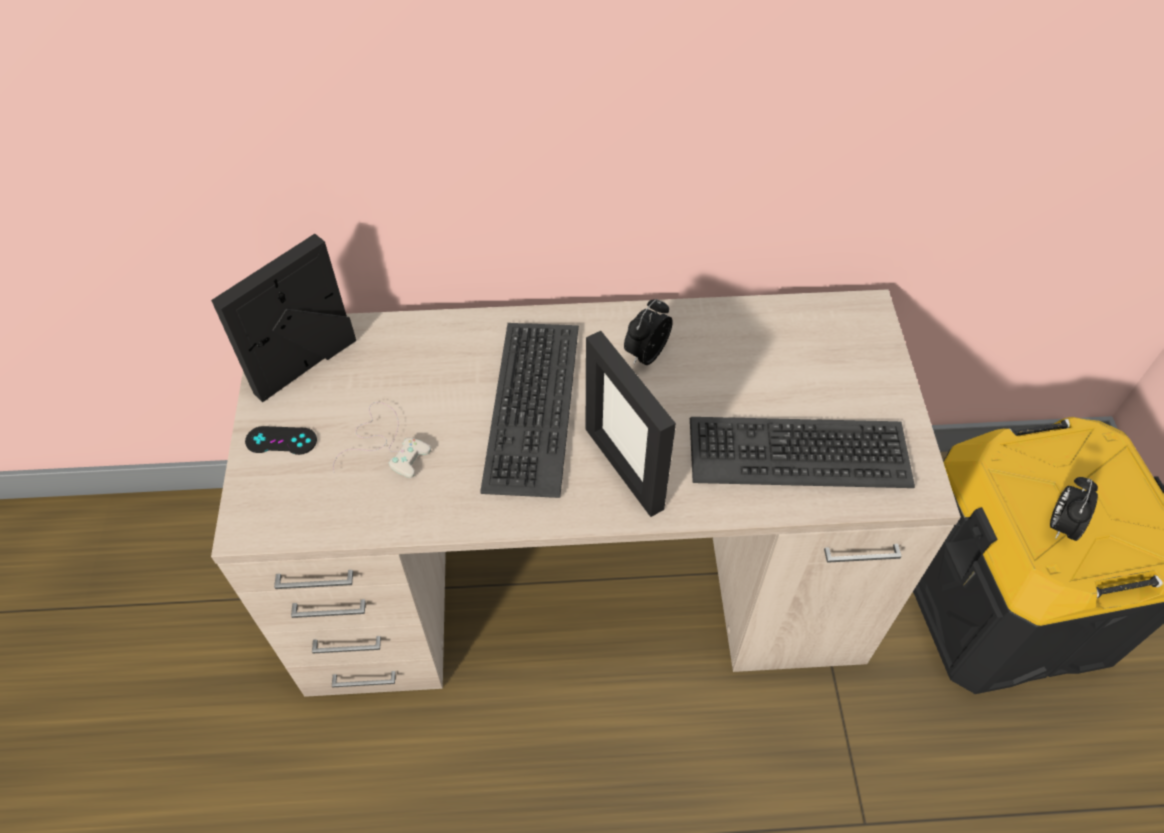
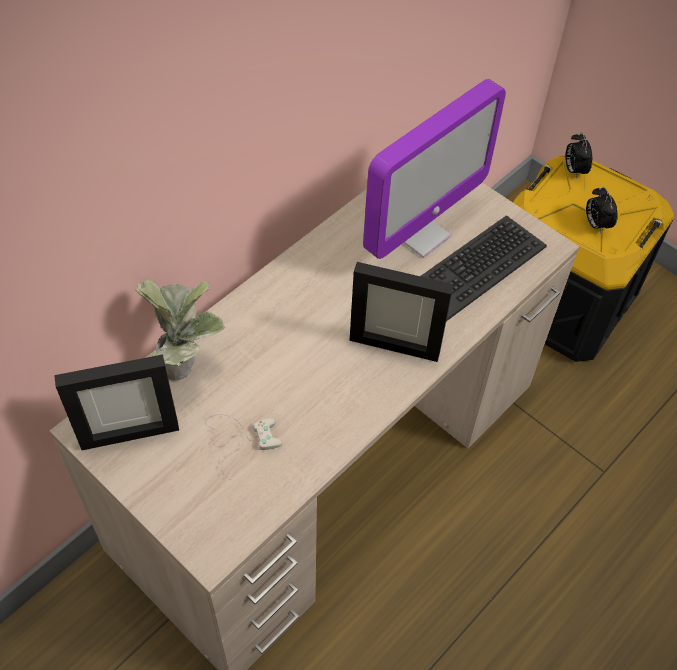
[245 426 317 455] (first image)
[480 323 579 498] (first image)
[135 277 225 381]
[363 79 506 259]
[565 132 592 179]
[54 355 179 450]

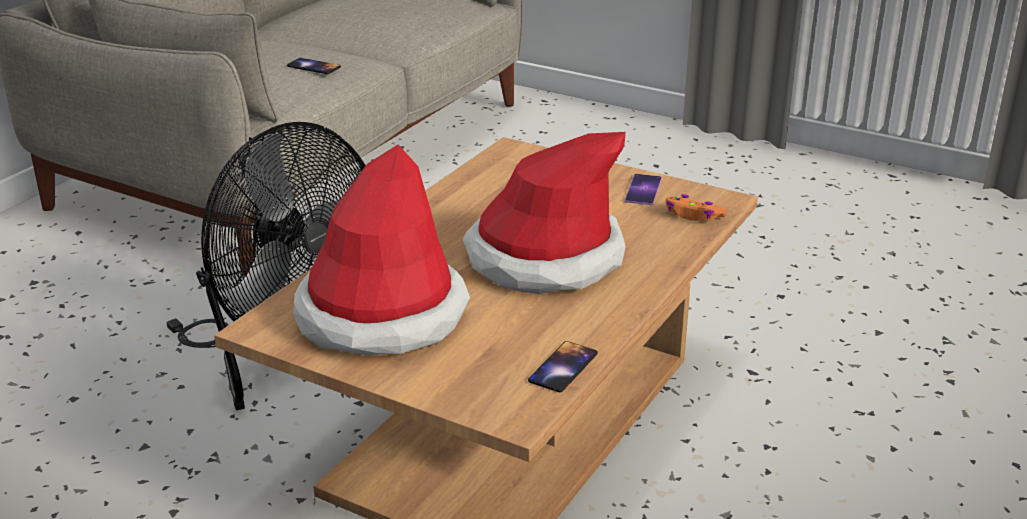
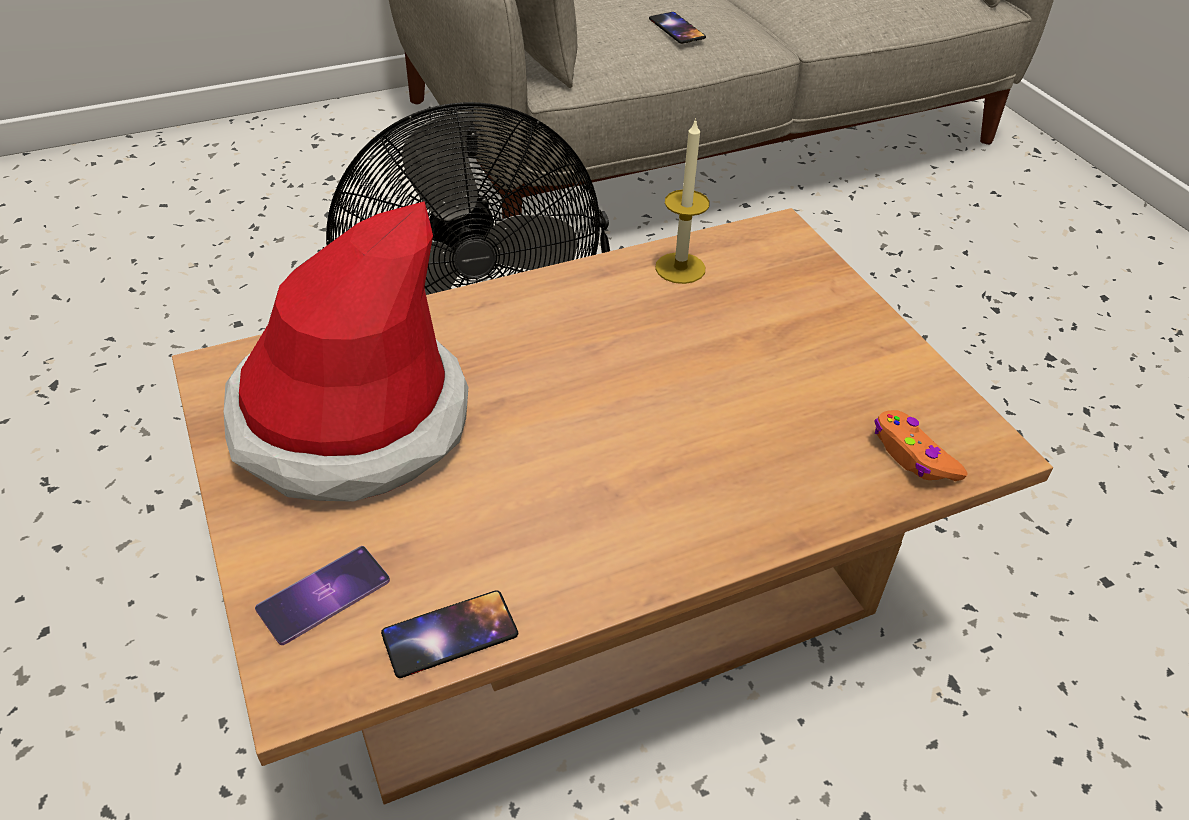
[463 132 626 294] (first image)
[655 118 710 284]
[255 546 390 645]

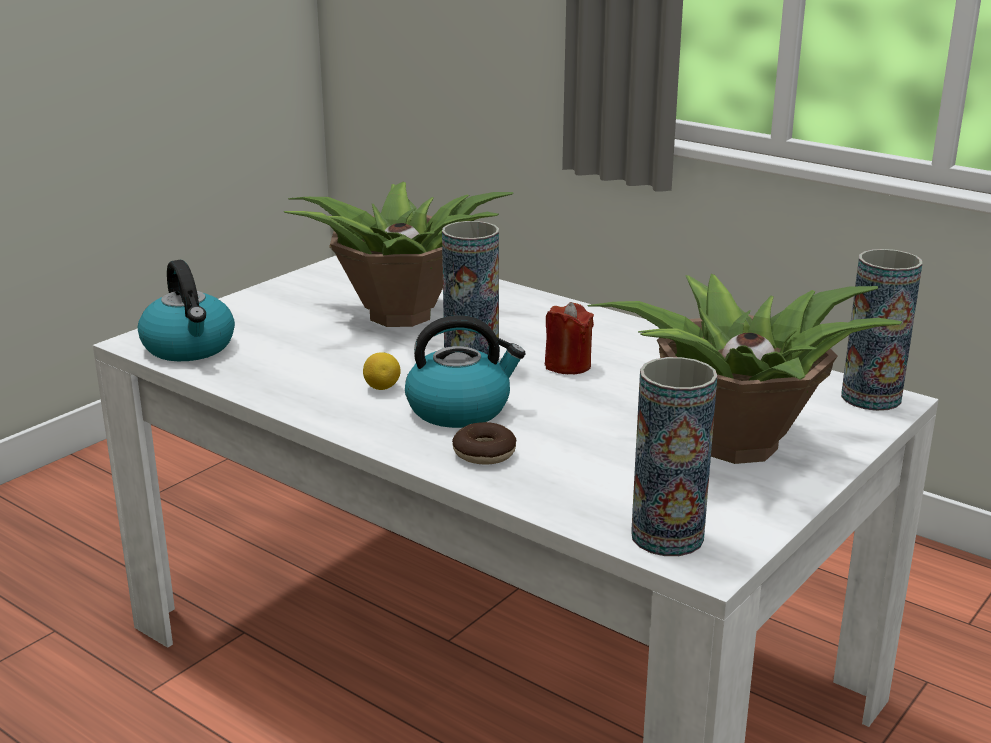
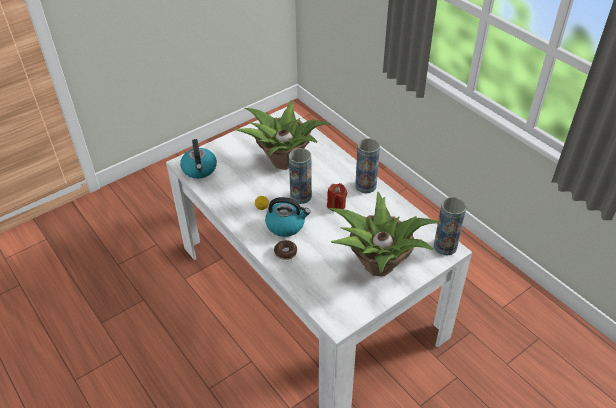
[355 138 380 193]

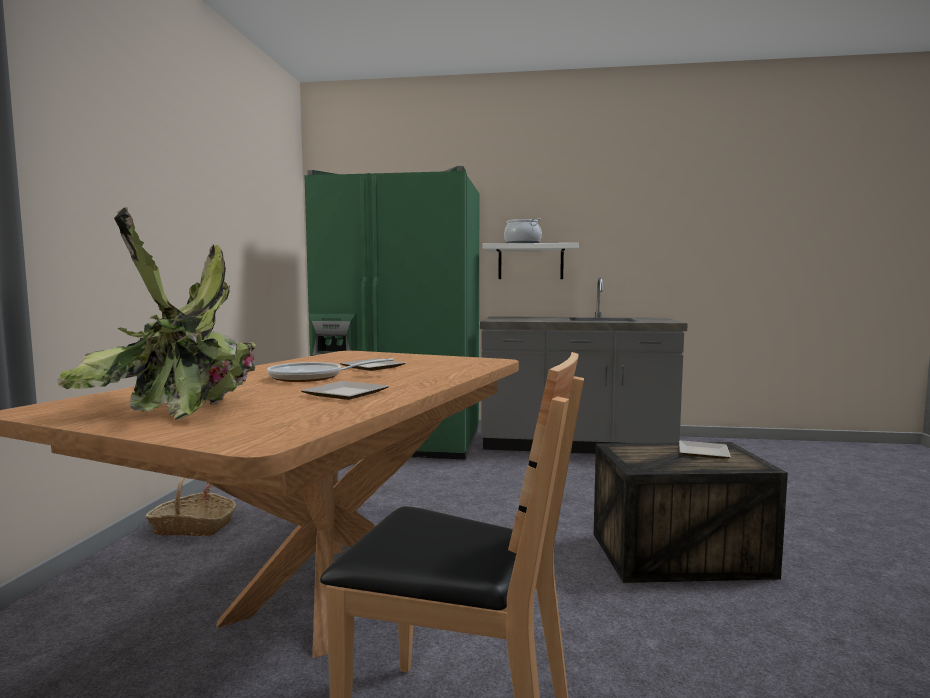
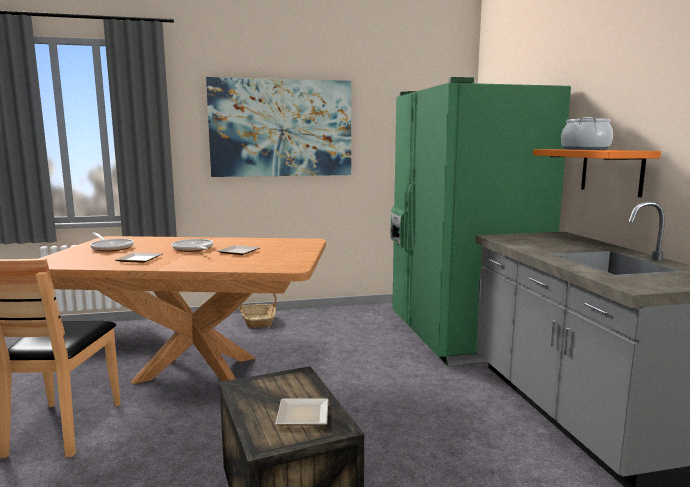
[206 77 351 177]
[90 232 134 252]
[533 149 661 197]

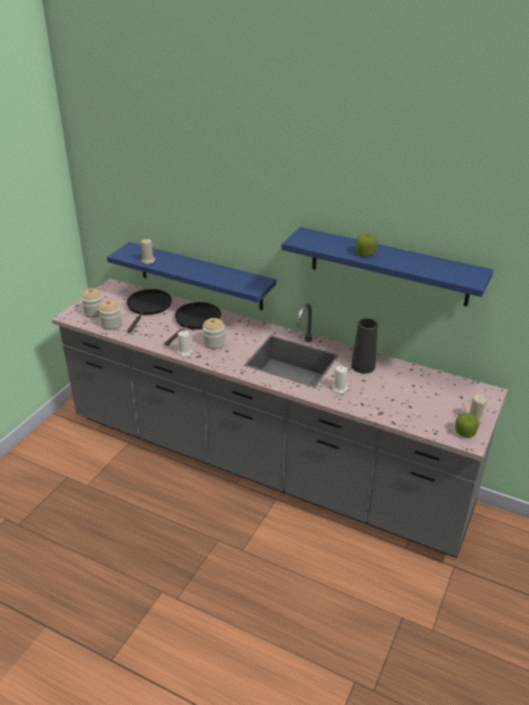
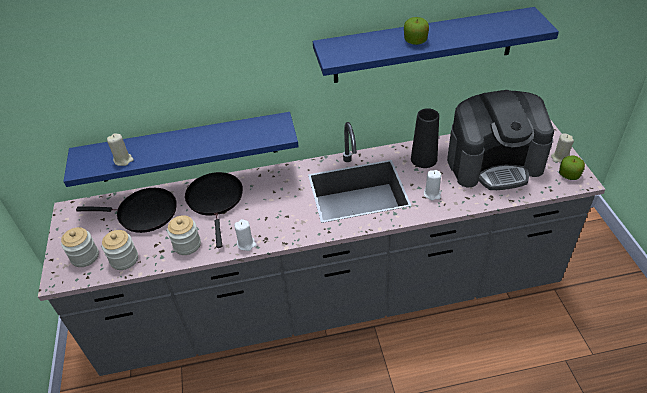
[447 90 554 190]
[167 215 201 255]
[76 188 177 233]

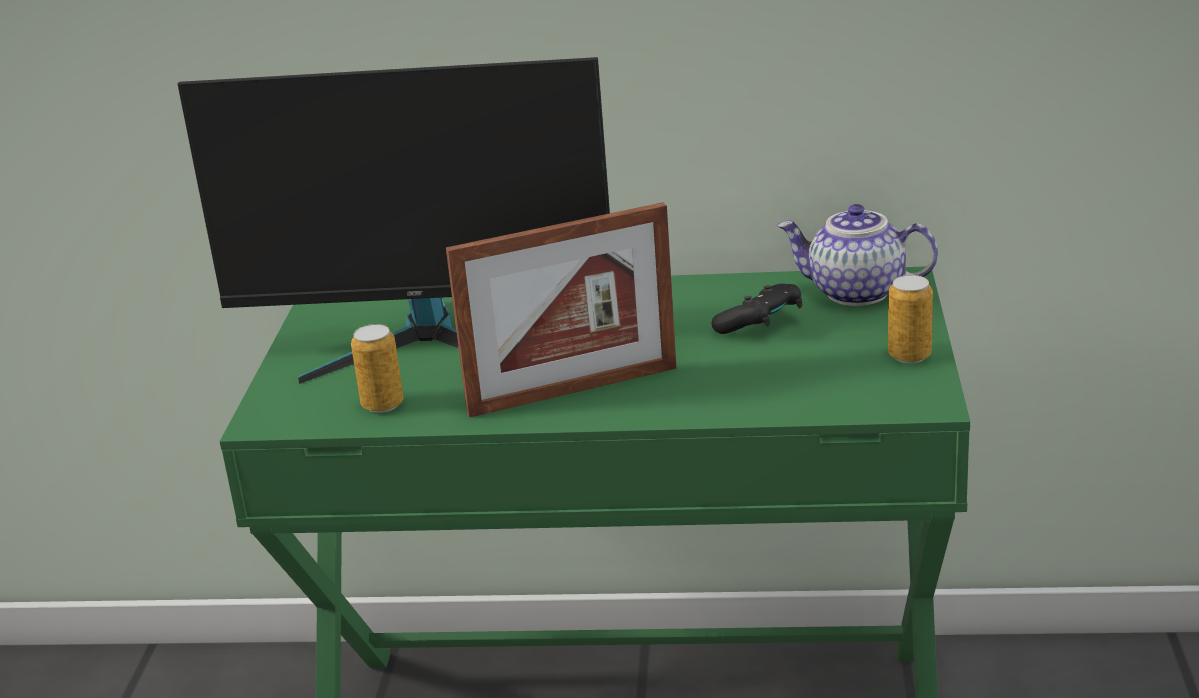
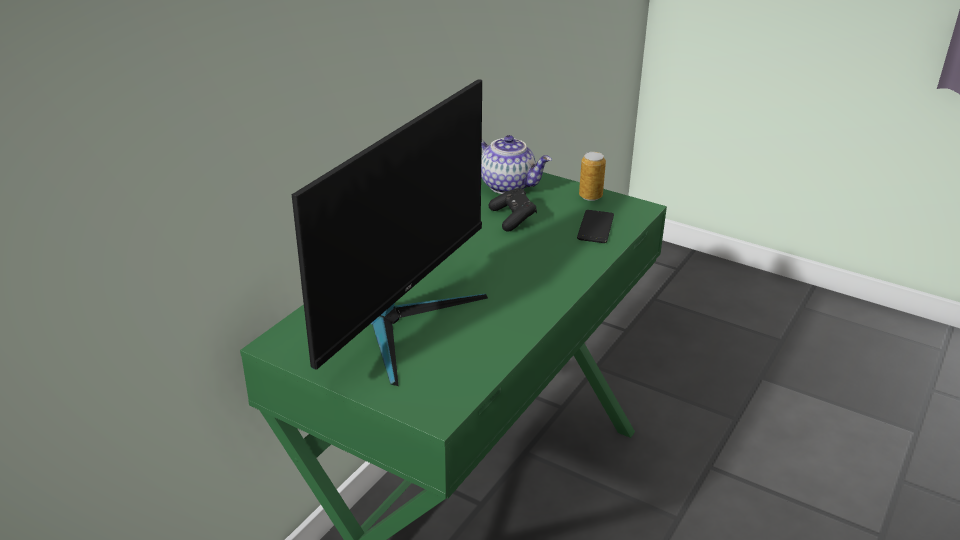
[351 324 404 413] (first image)
[446 202 676 417] (first image)
[577 210 614 243]
[481 135 552 194]

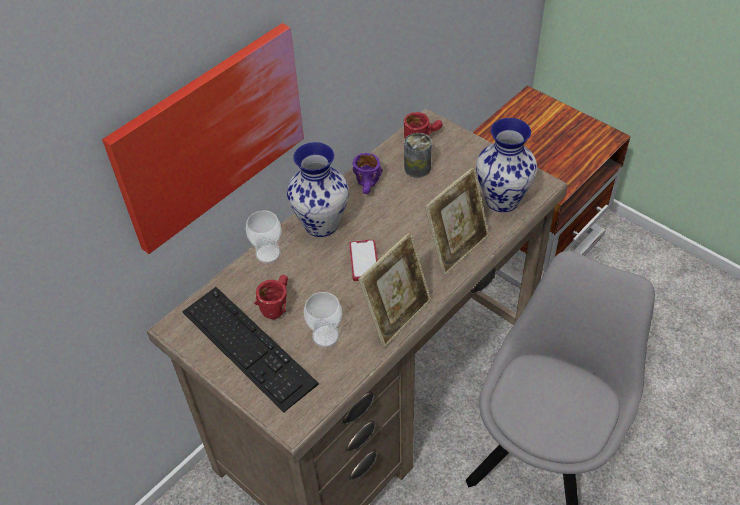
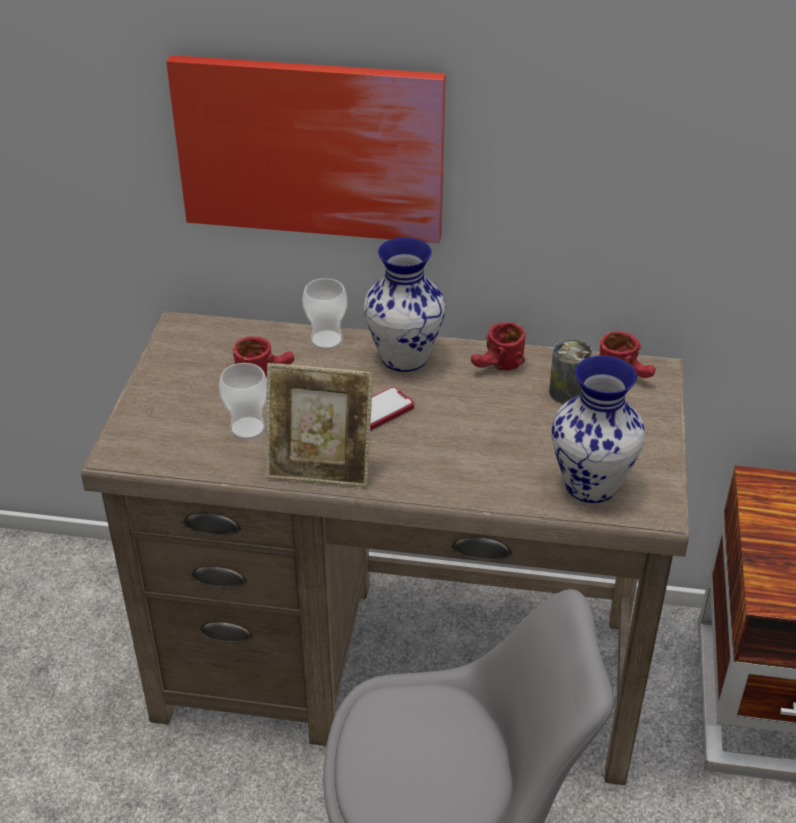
[182 287 319 413] (first image)
[425 167 489 276] (first image)
[471 322 526 371]

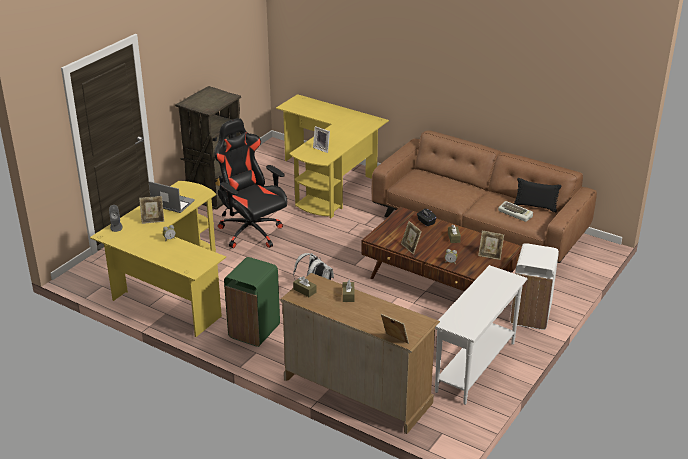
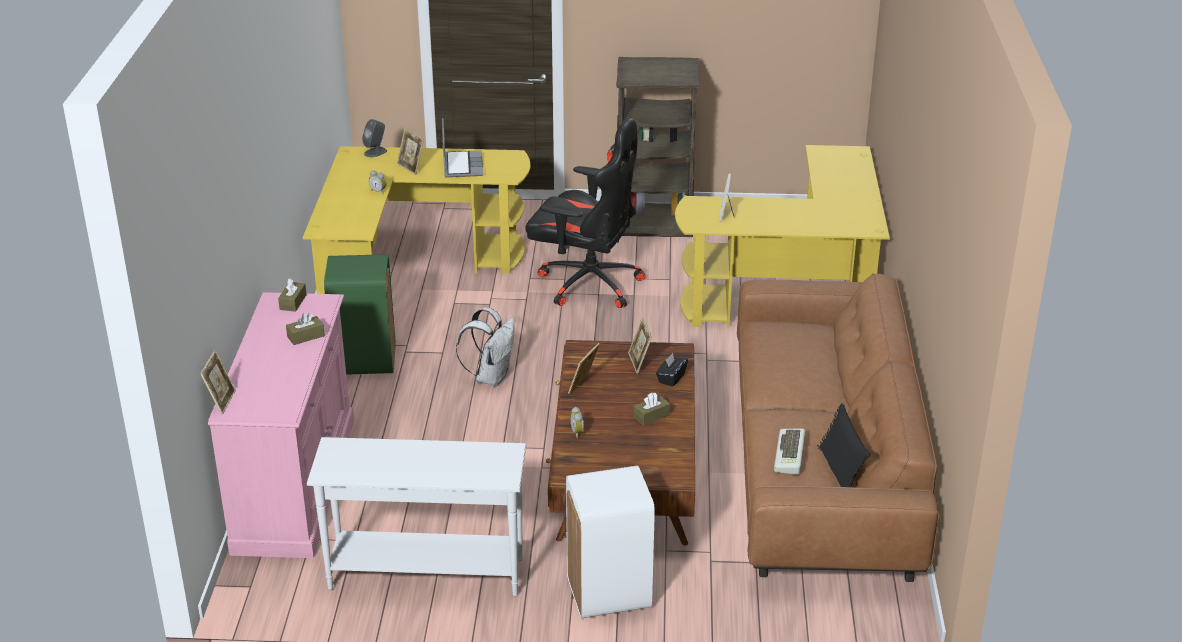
[628 317 652 374]
[208 292 354 558]
[525 117 646 308]

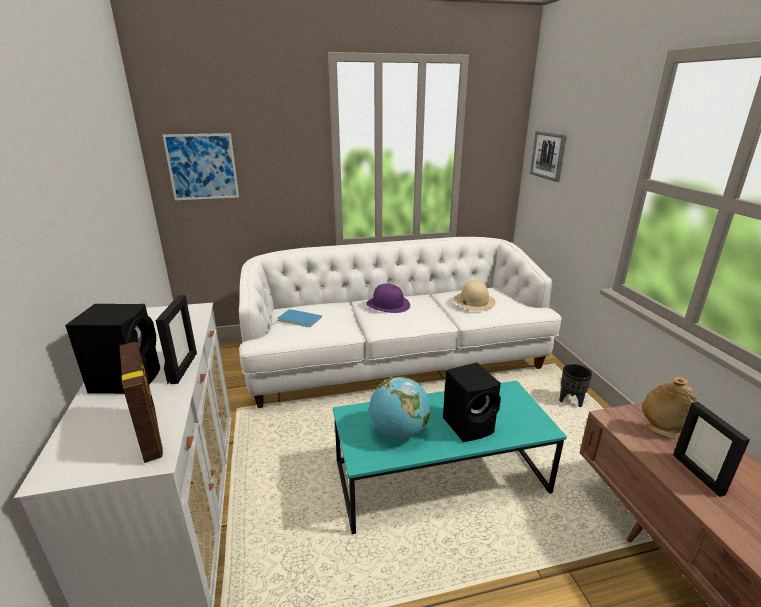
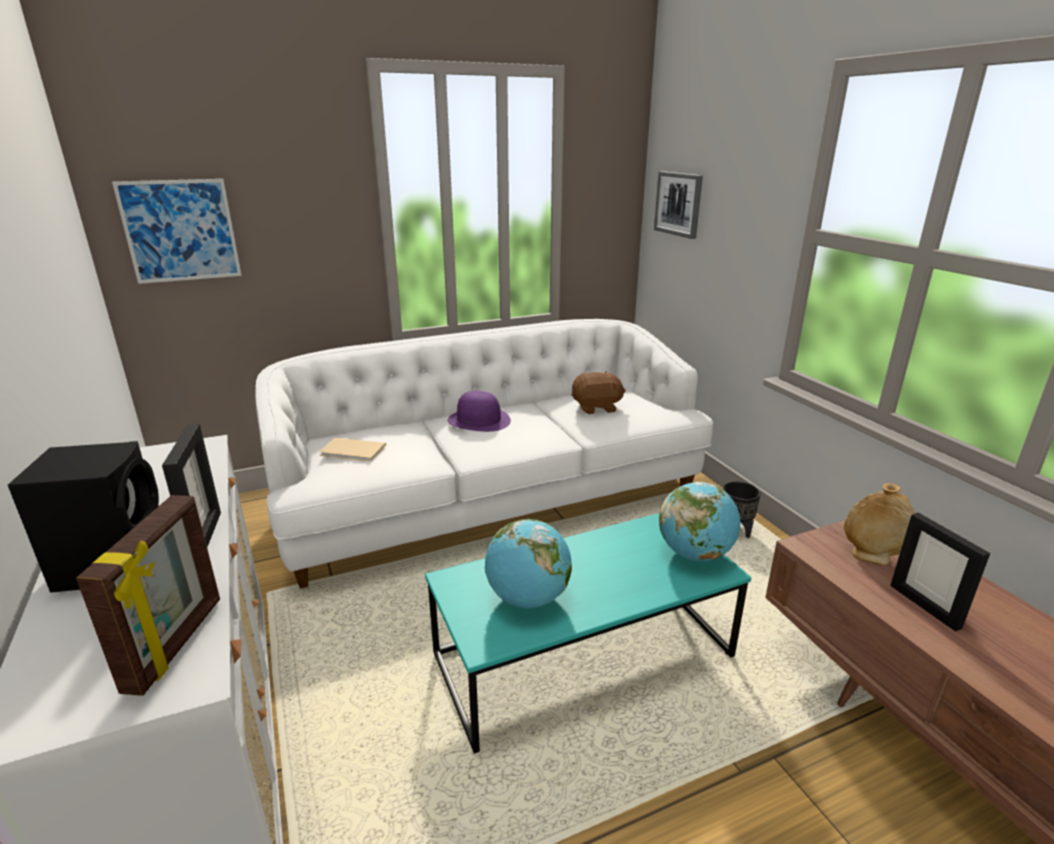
[443 363 501 442] (first image)
[659 482 741 561]
[571 371 626 414]
[319 438 386 462]
[76 495 220 696]

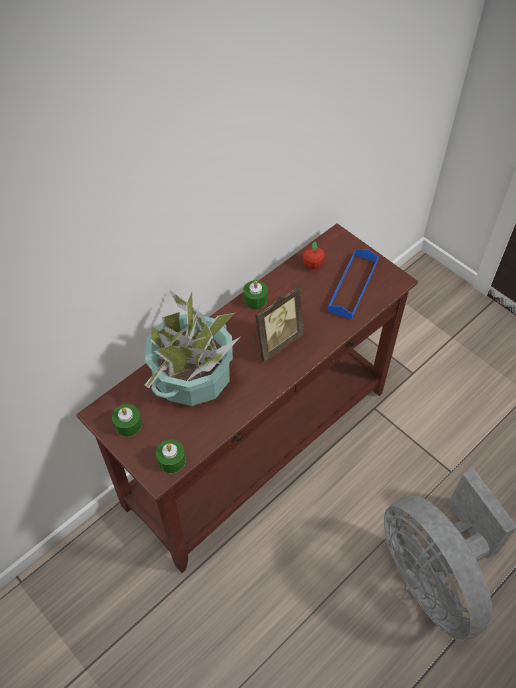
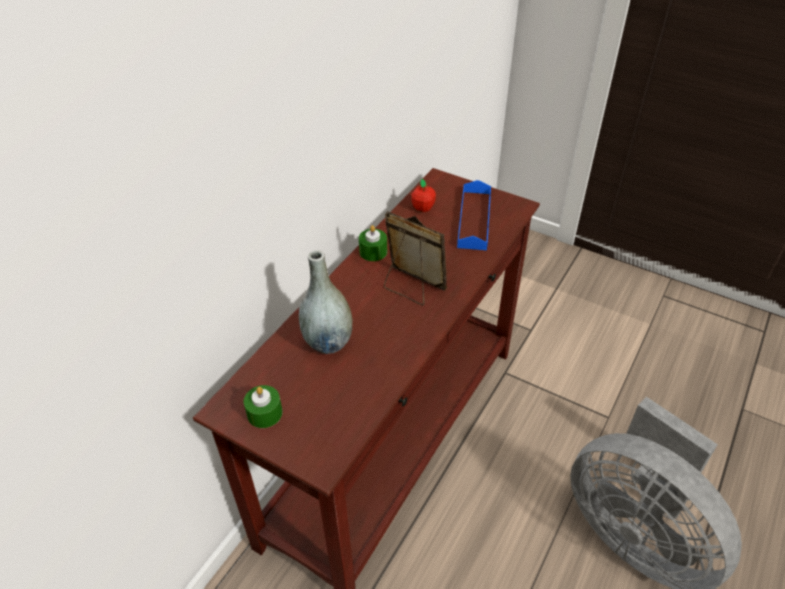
[156 439 186 473] (first image)
[299 250 352 354]
[384 211 447 305]

